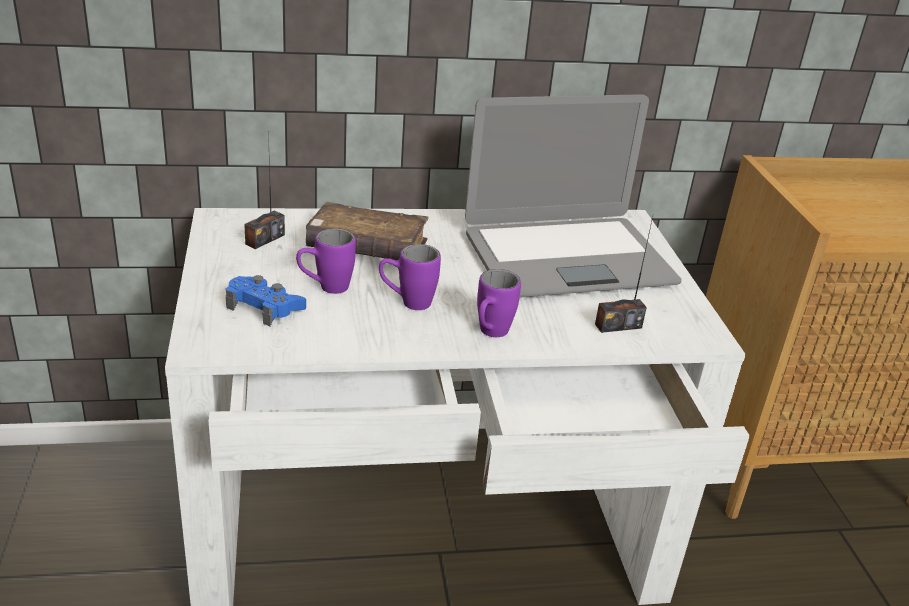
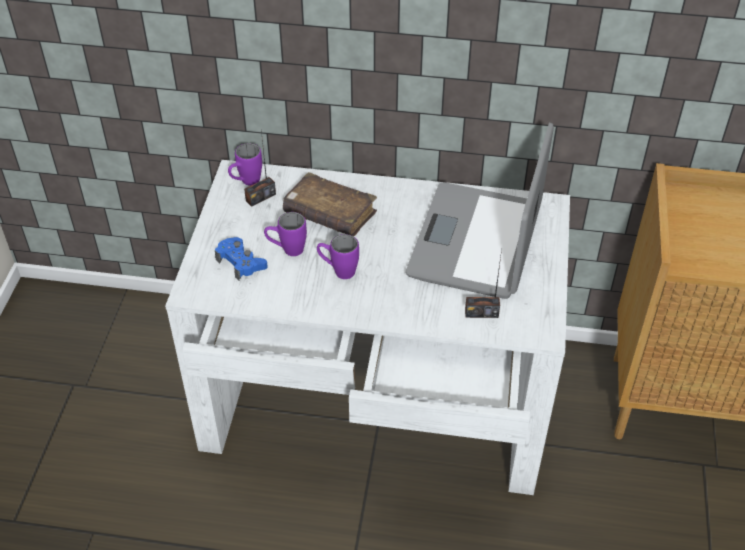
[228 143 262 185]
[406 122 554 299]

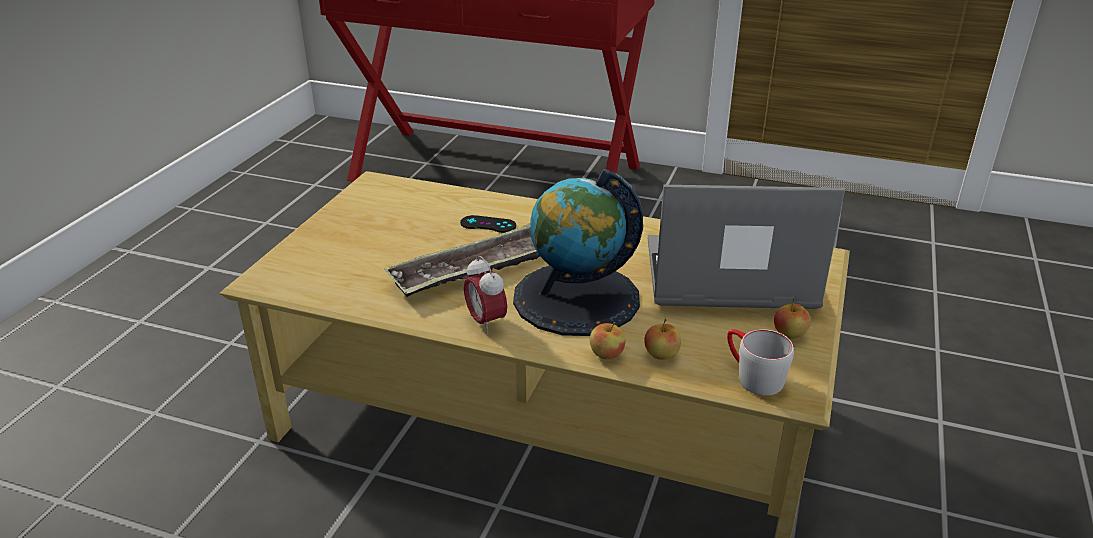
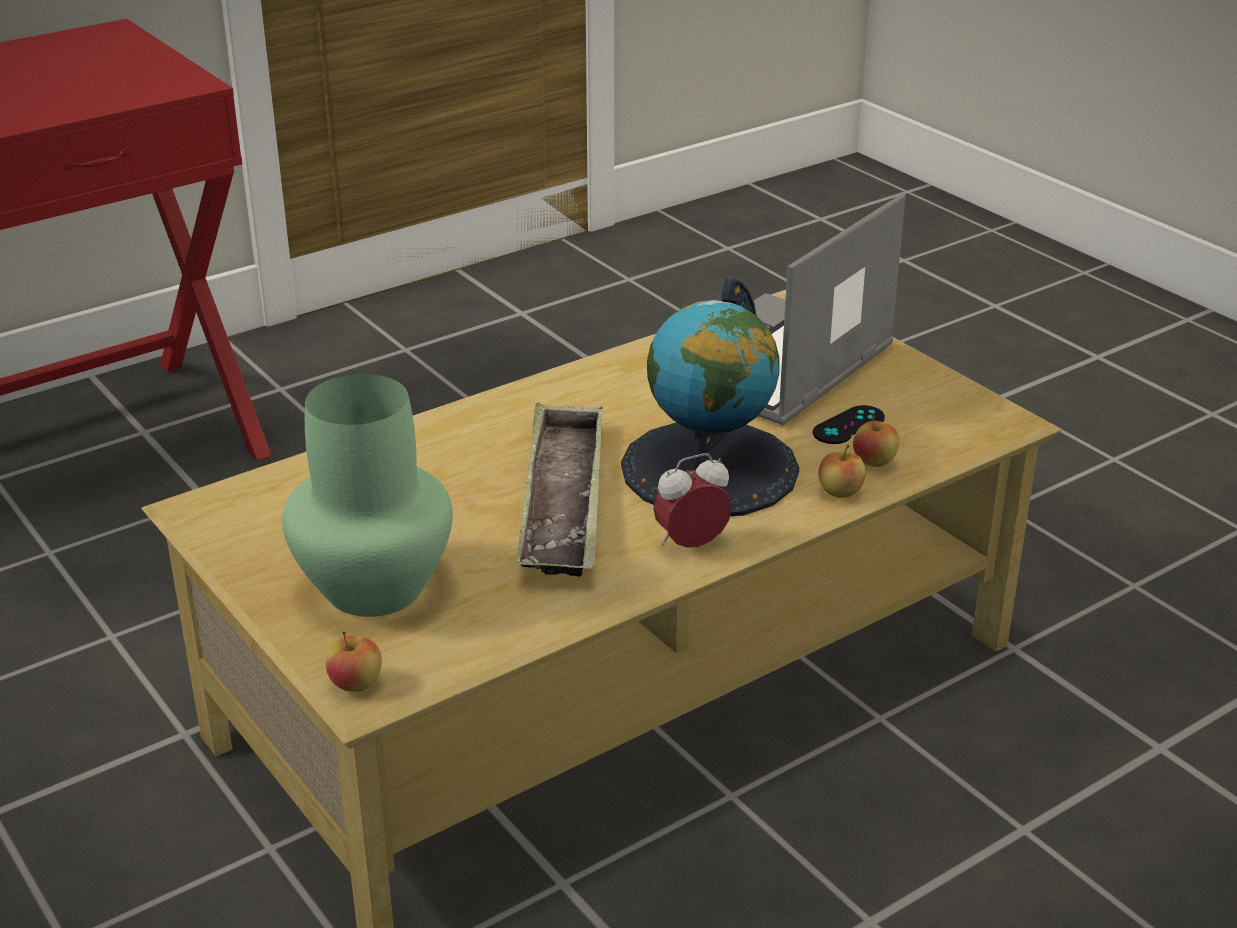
[727 329 794 396] (first image)
[282 374 453 617]
[813 405 885 444]
[326 632 382 692]
[653 453 732 548]

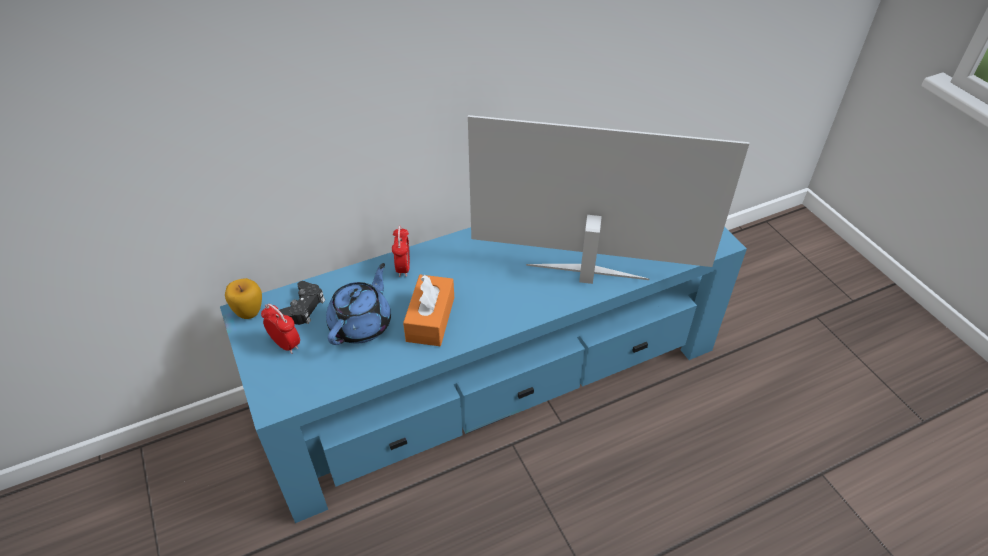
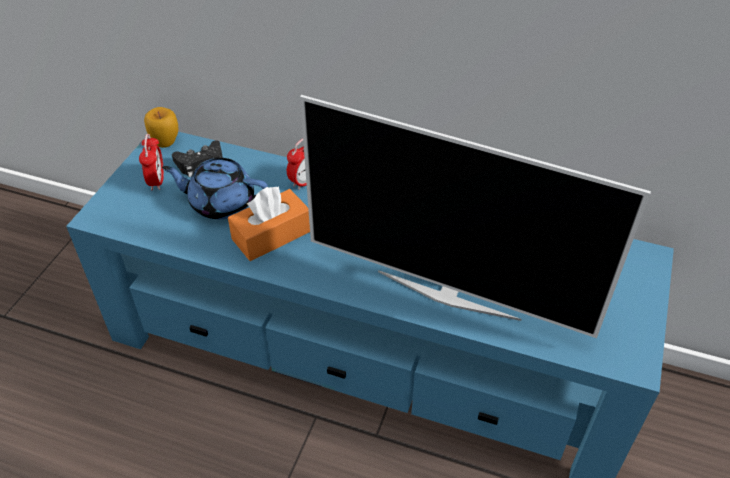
[162 158 268 219]
[300 95 651 338]

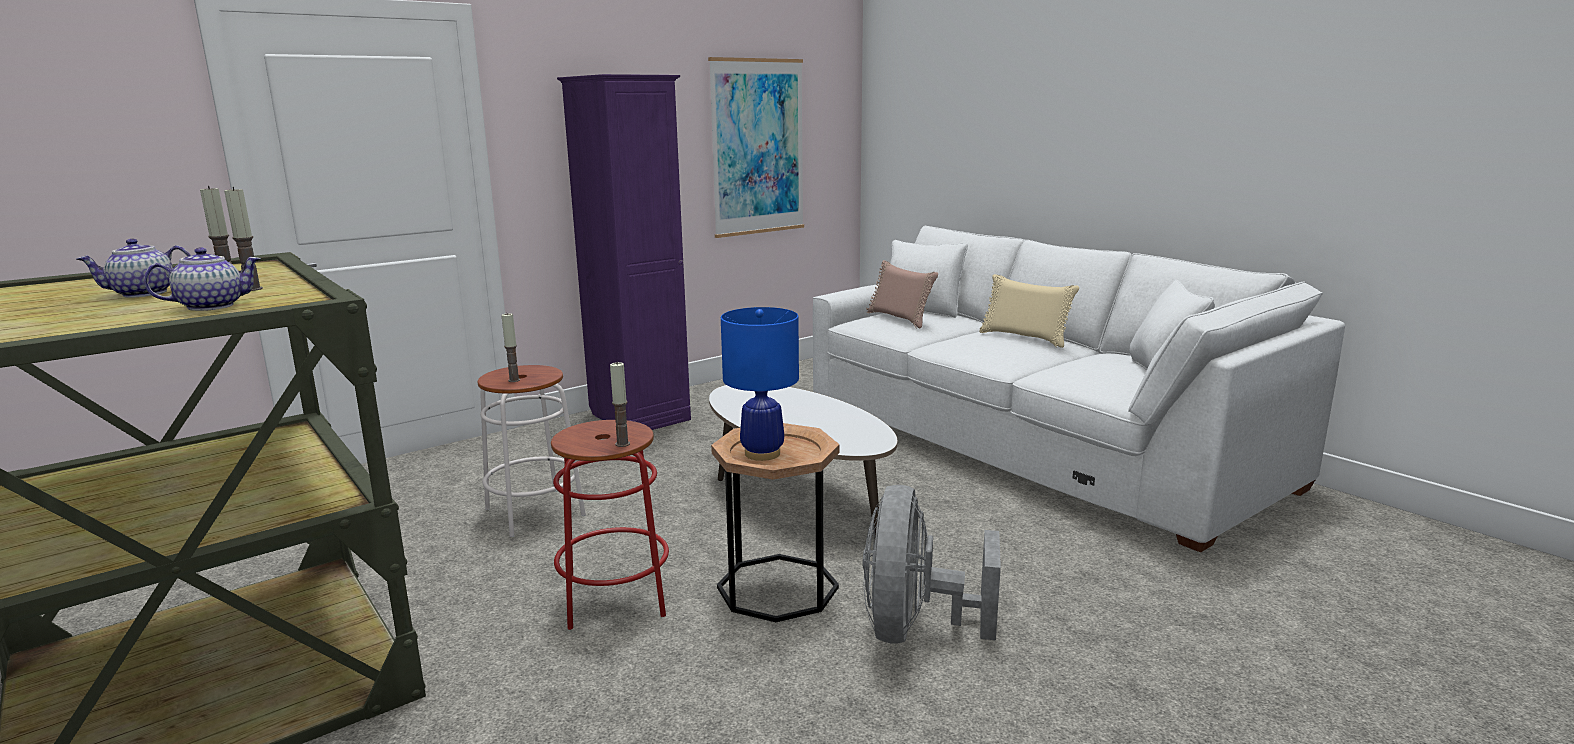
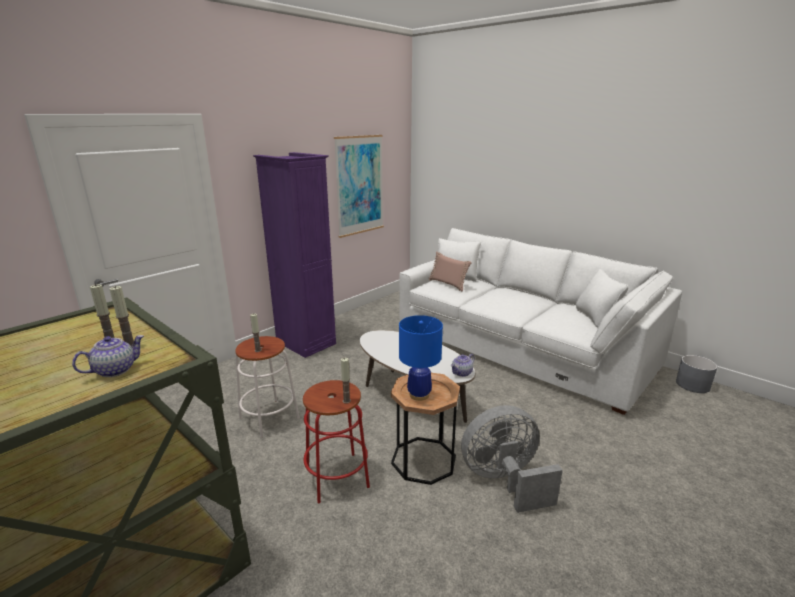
[979 274 1079 348] (first image)
[676 355 718 393]
[451 354 474 377]
[461 405 563 513]

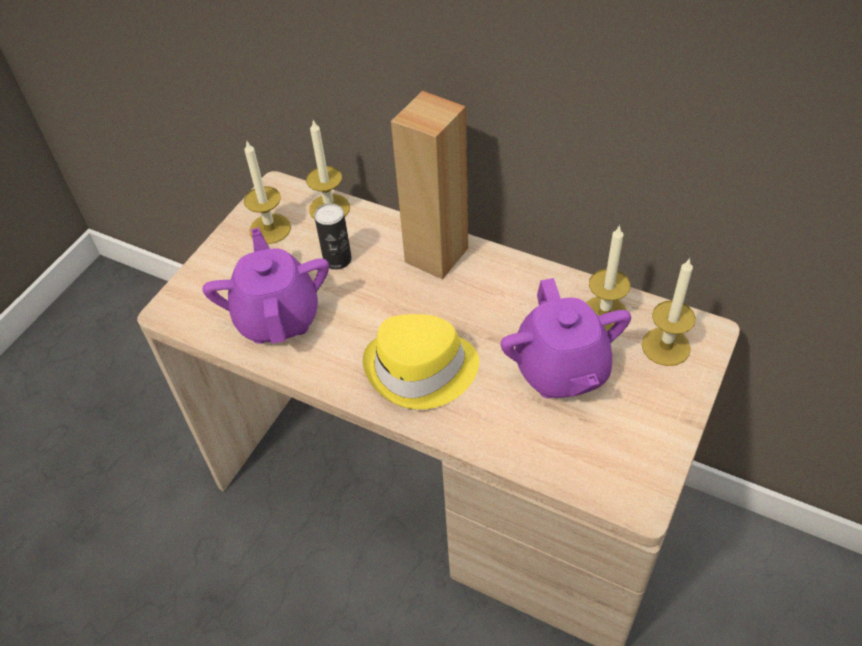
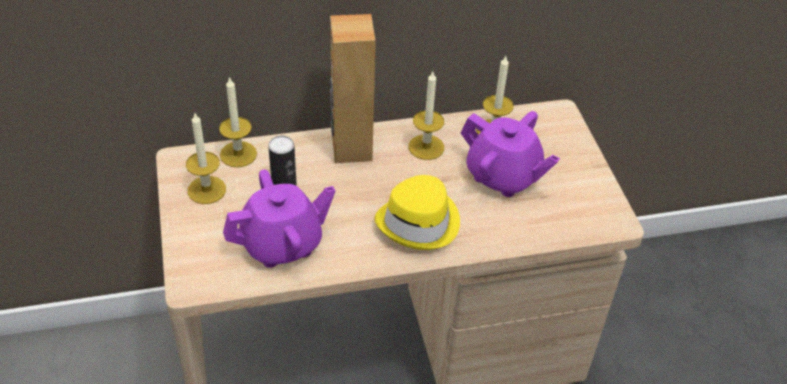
[408 72 444 160]
[223 169 336 268]

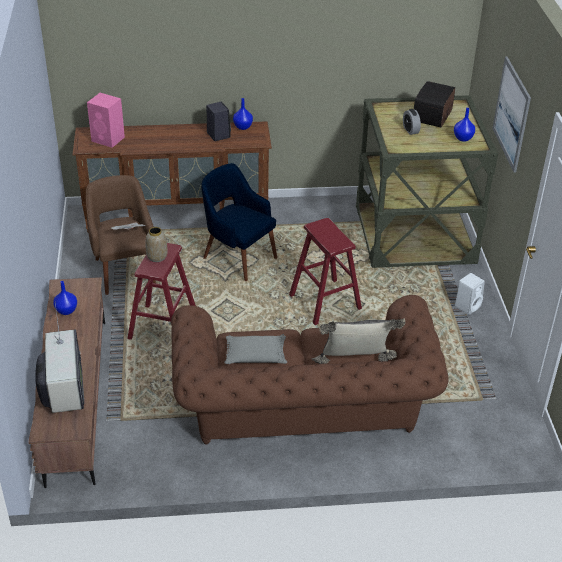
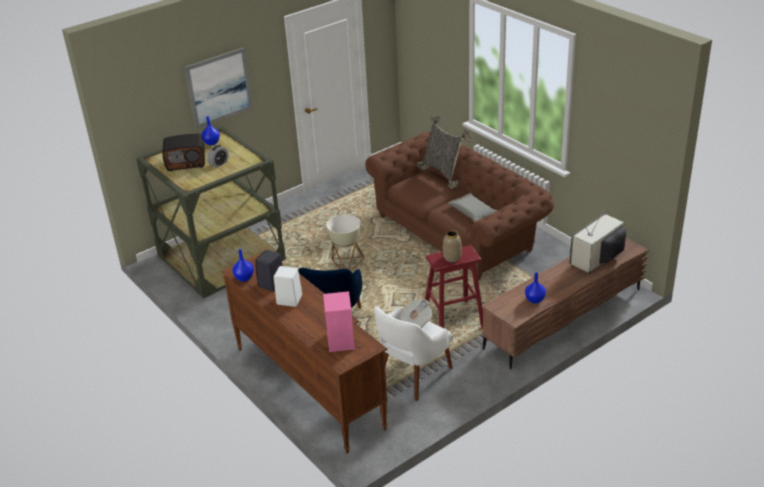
[274 266 302 307]
[326 214 364 272]
[374 306 453 401]

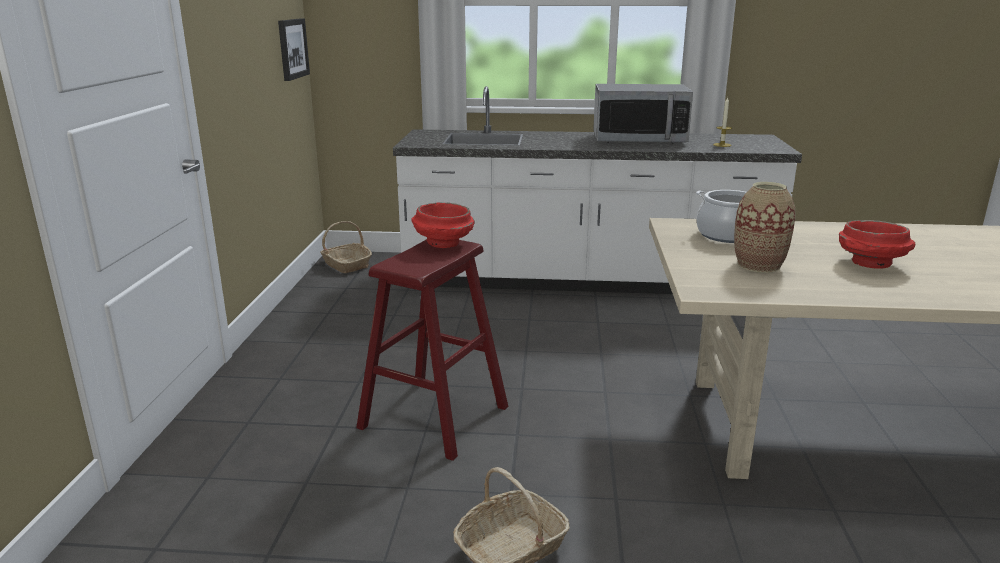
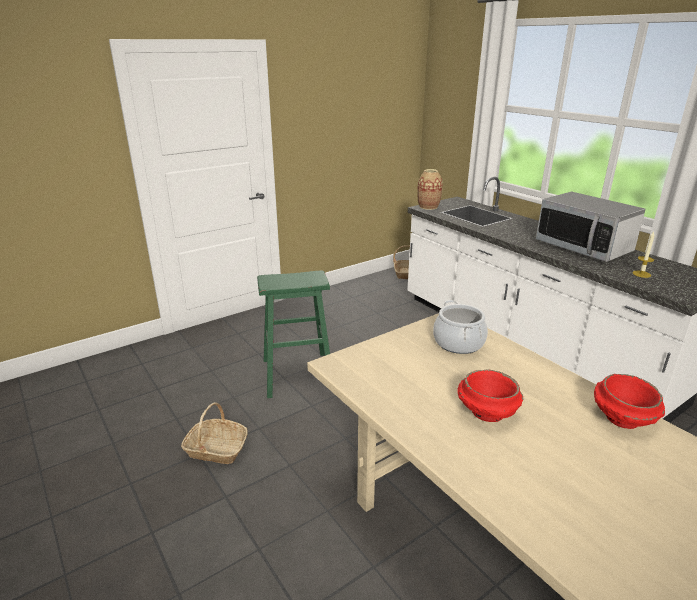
[278 18 310 81] (first image)
[594 374 665 429]
[417 169 443 210]
[257 270 330 398]

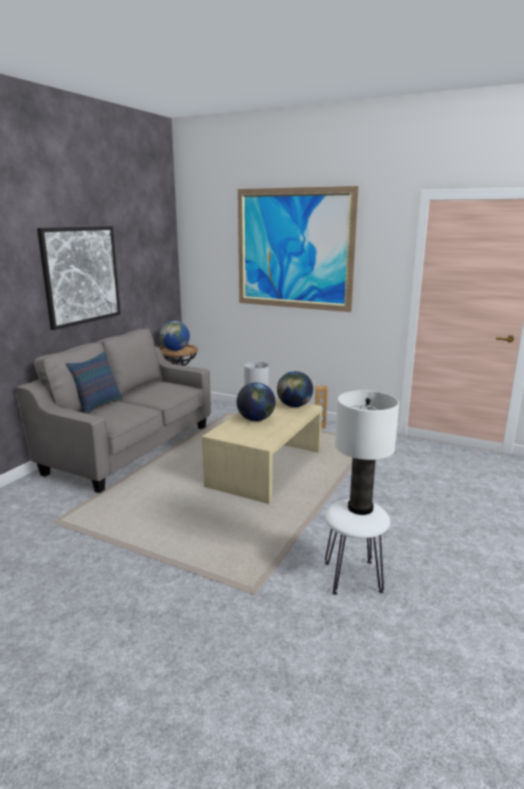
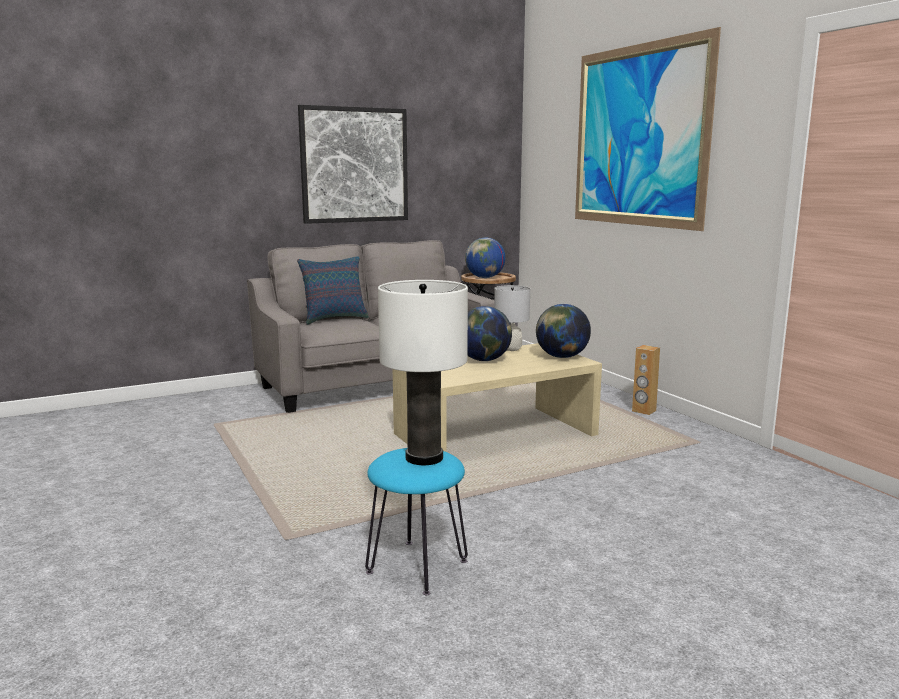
[365 448 468 595]

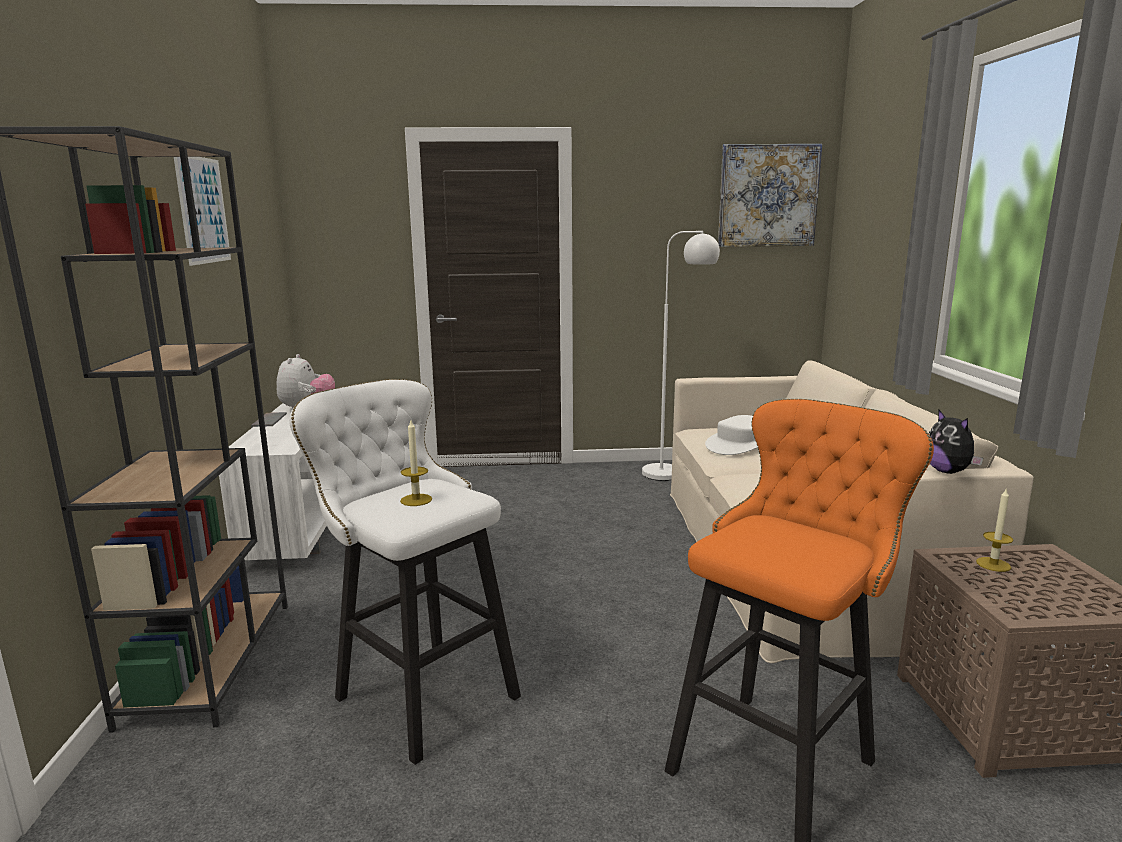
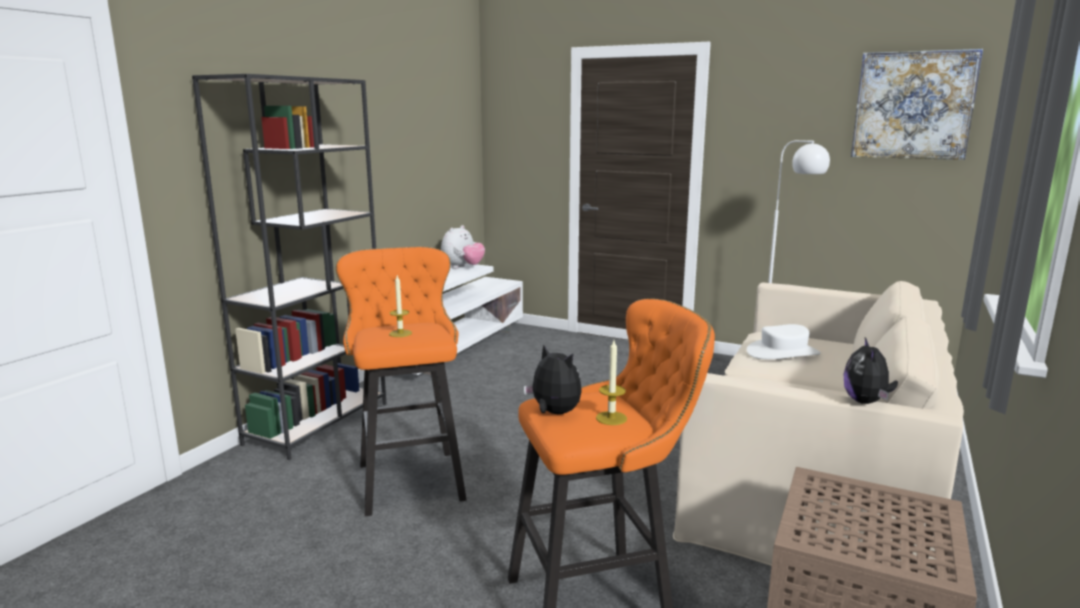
[174 157 231 266] (first image)
[524 344 581 414]
[596 340 627 425]
[336 247 467 516]

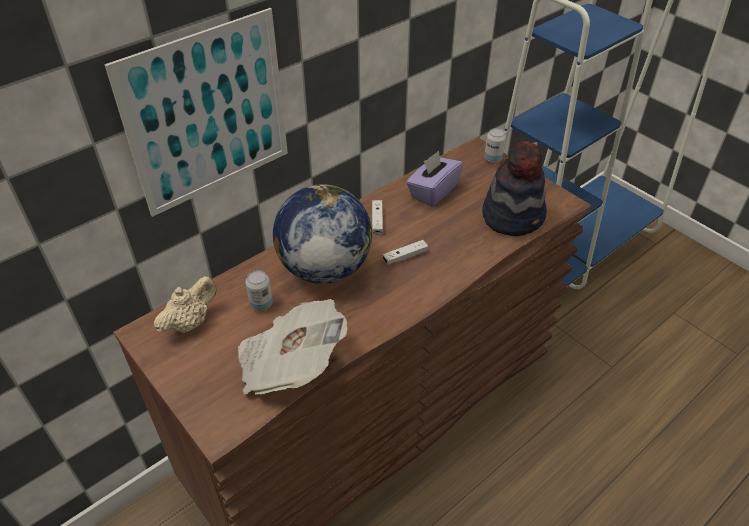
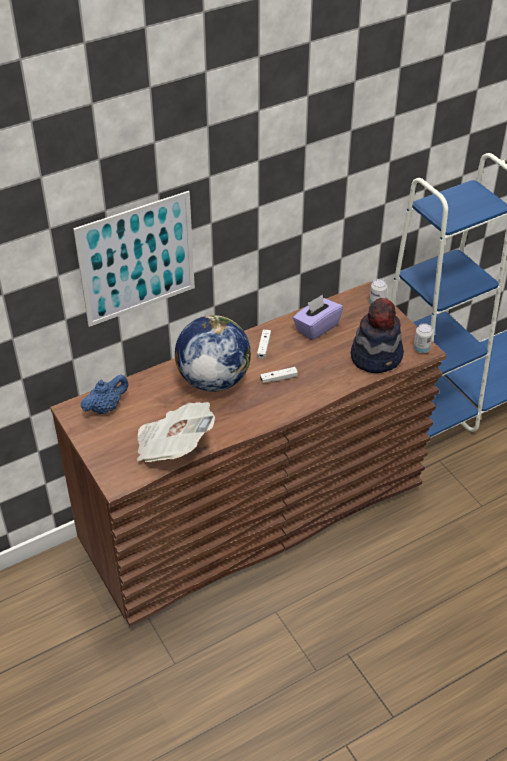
[414 323 433 353]
[81 374 128 415]

